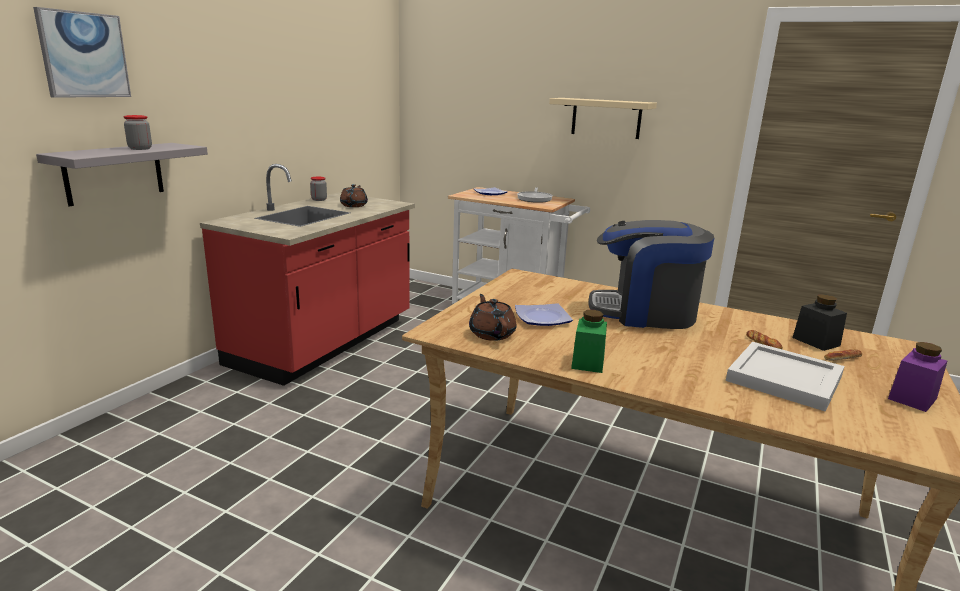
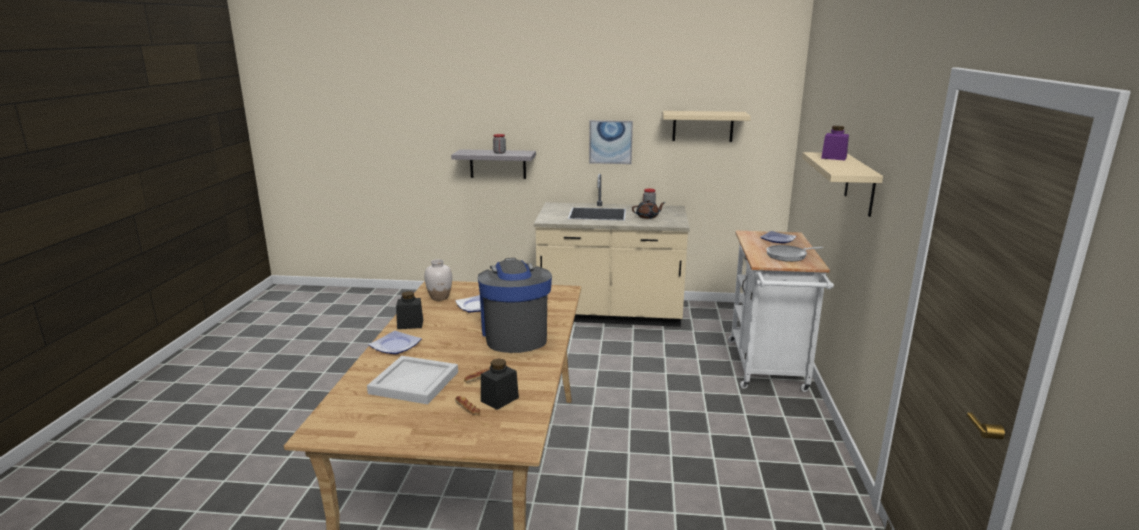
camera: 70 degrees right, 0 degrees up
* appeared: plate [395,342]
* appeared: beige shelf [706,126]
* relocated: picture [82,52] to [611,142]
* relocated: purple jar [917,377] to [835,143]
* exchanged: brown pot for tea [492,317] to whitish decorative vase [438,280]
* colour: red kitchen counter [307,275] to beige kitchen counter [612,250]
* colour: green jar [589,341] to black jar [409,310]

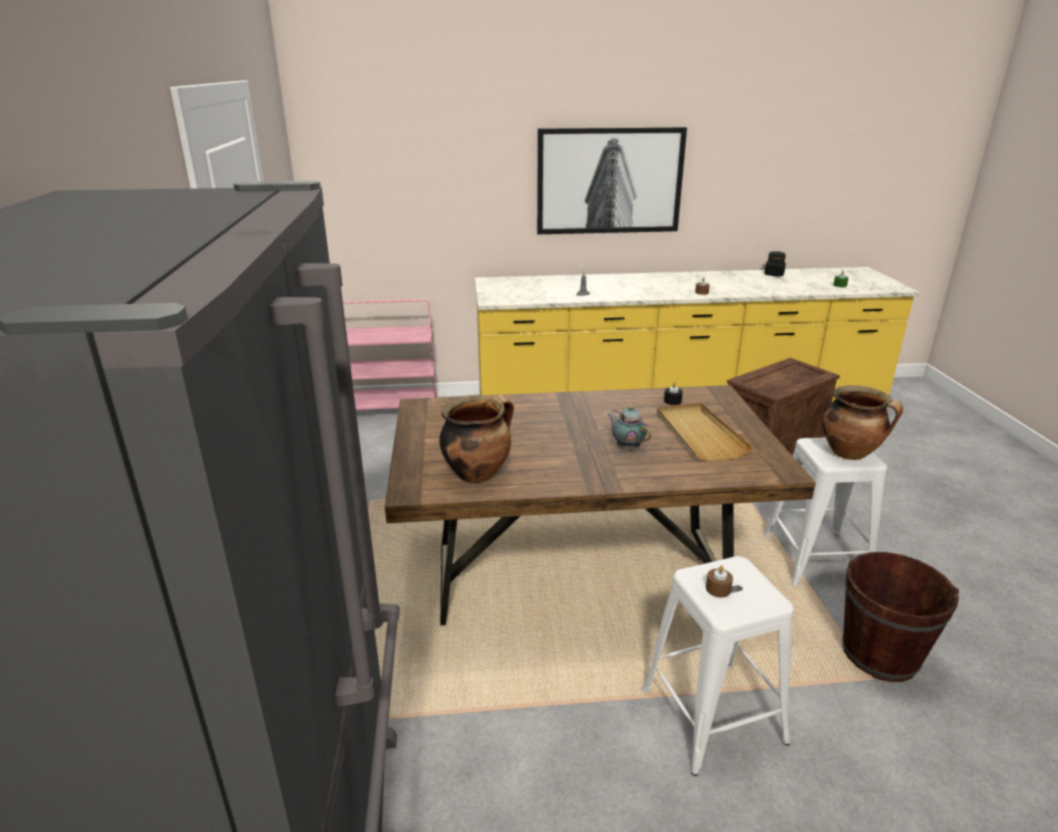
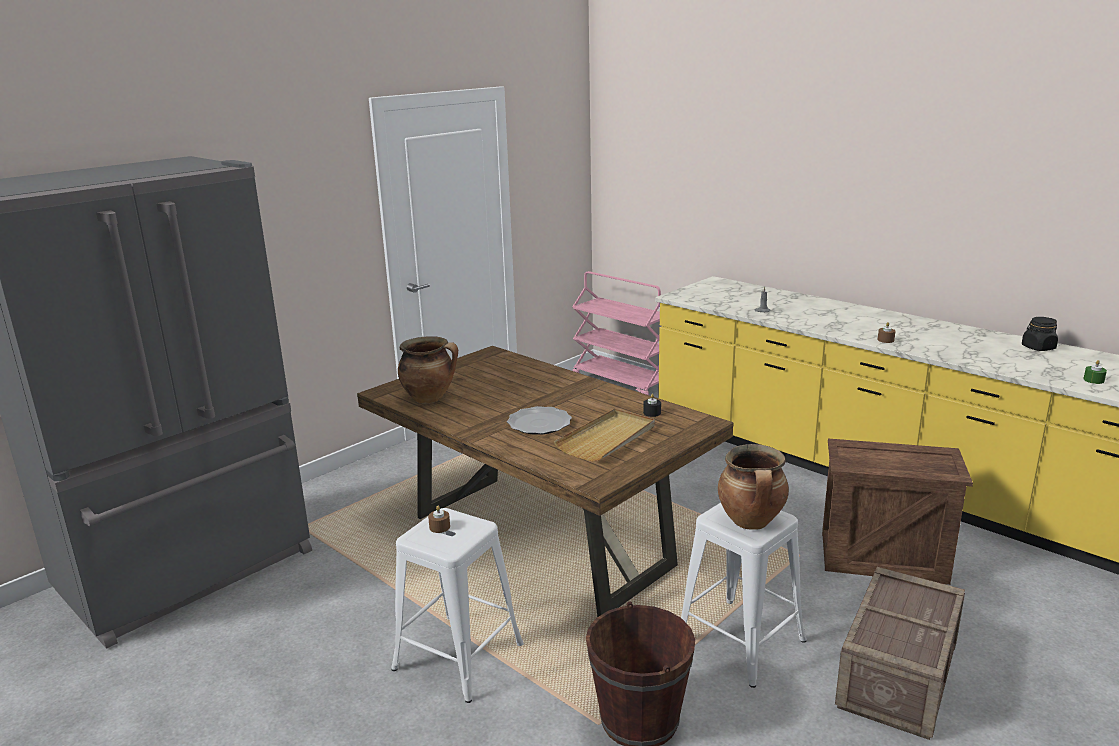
camera: 50 degrees right, 5 degrees down
* missing: picture [612,180]
* appeared: shipping crate [900,653]
* exchanged: pot for tea [629,428] to plate [539,420]

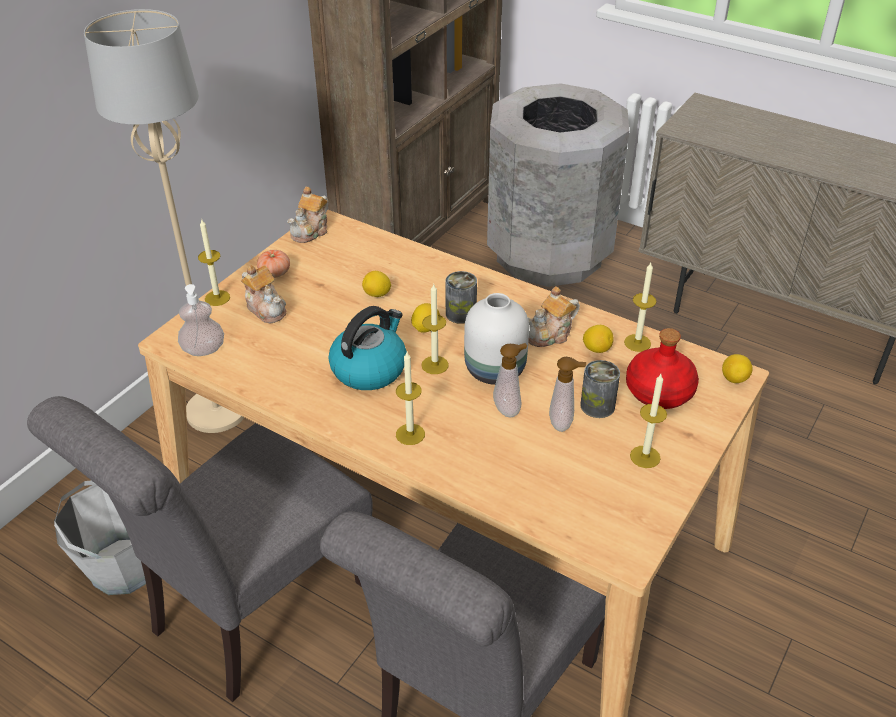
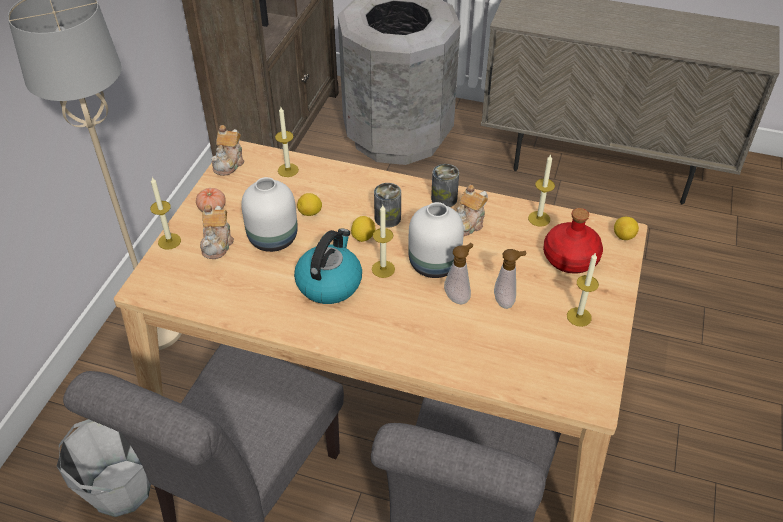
camera: 15 degrees left, 5 degrees up
* missing: liquid soap bottle [201,320]
* missing: lemon [598,339]
* appeared: whitish decorative vase [269,214]
* relocated: candle [410,398] to [287,142]
* relocated: metal can [600,389] to [445,185]
* spun: pot for tea [263,294] = [217,231] 60 degrees clockwise

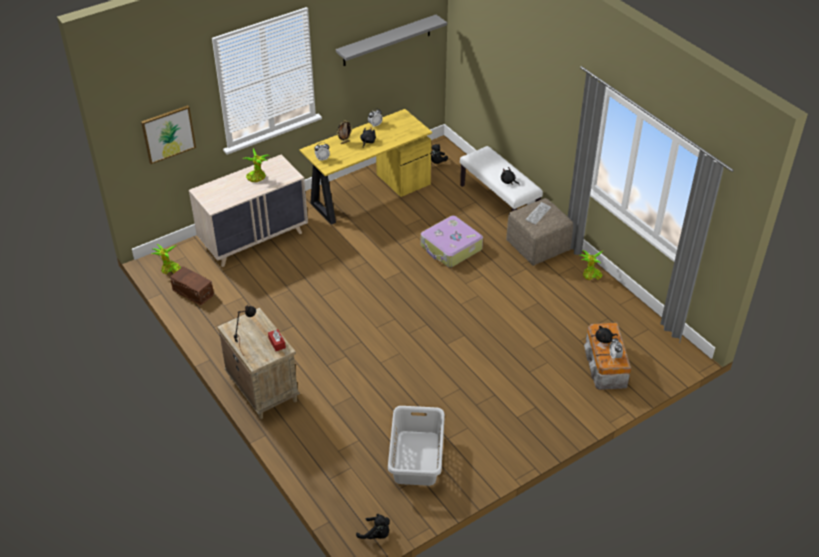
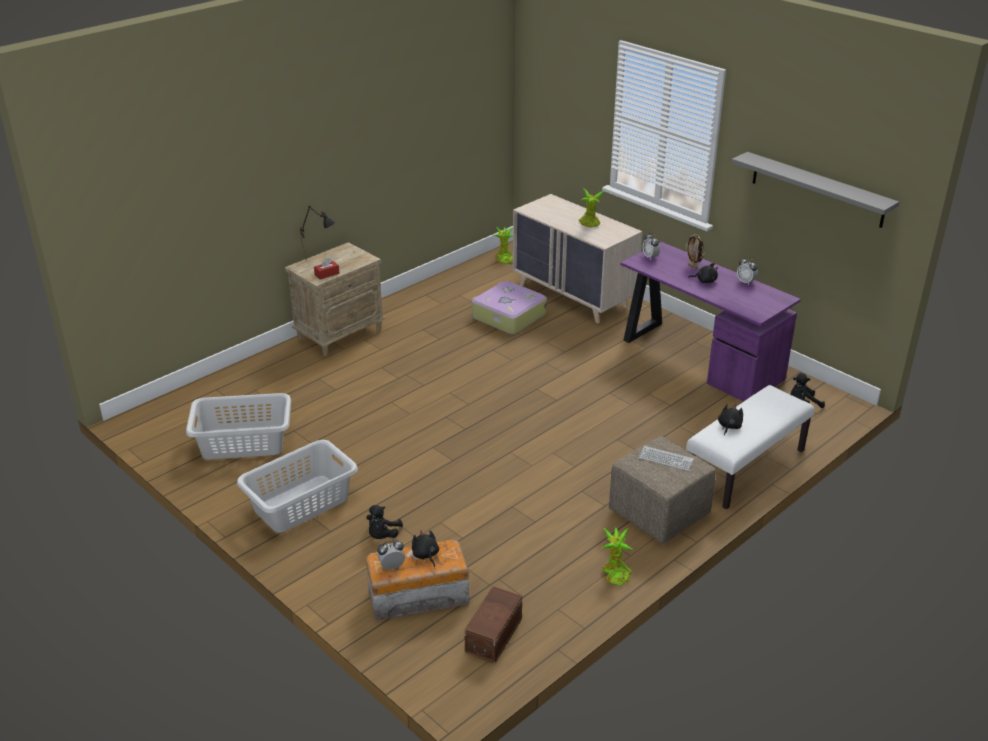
camera: 80 degrees right, 10 degrees down
* missing: picture [168,134]
* appeared: grey washing basket [297,486]
* relocated: brown storage container [192,286] to [493,625]
* relocated: black cuddly toy [373,526] to [384,522]
* relocated: piece of luggage [452,241] to [509,307]
* colour: yellowish desk table [365,167] to purple desk table [710,322]

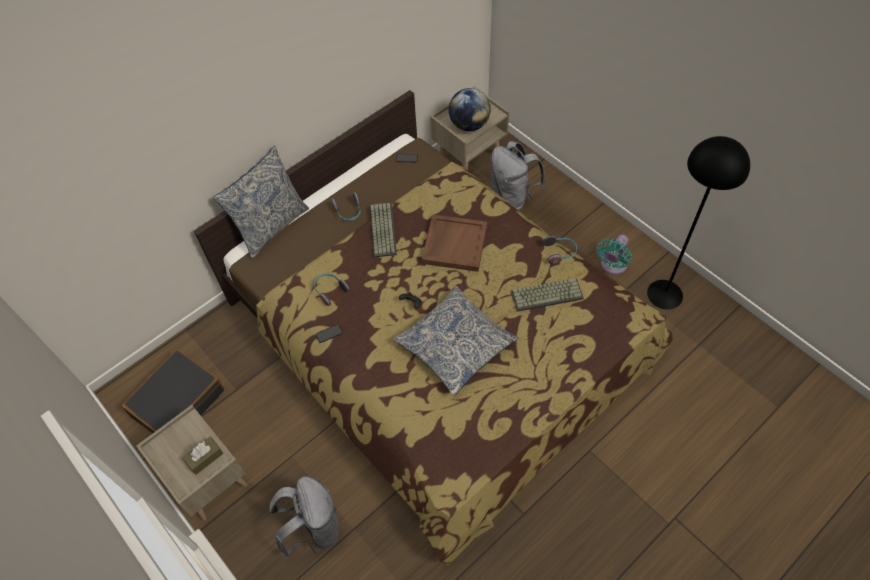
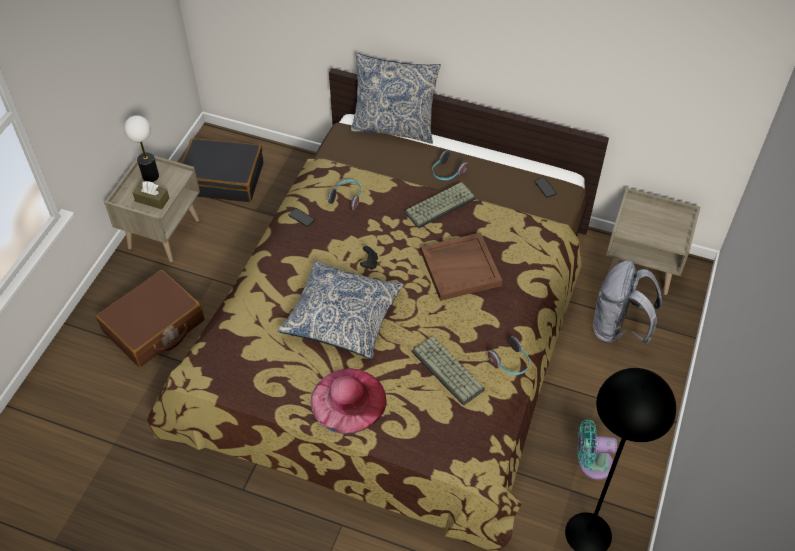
camera: 60 degrees right, 5 degrees down
* missing: globe [470,109]
* appeared: tabletop lamp [141,148]
* appeared: pink-coloured hat [349,401]
* exchanged: grey knapsack [304,517] to brown piece of luggage [150,318]

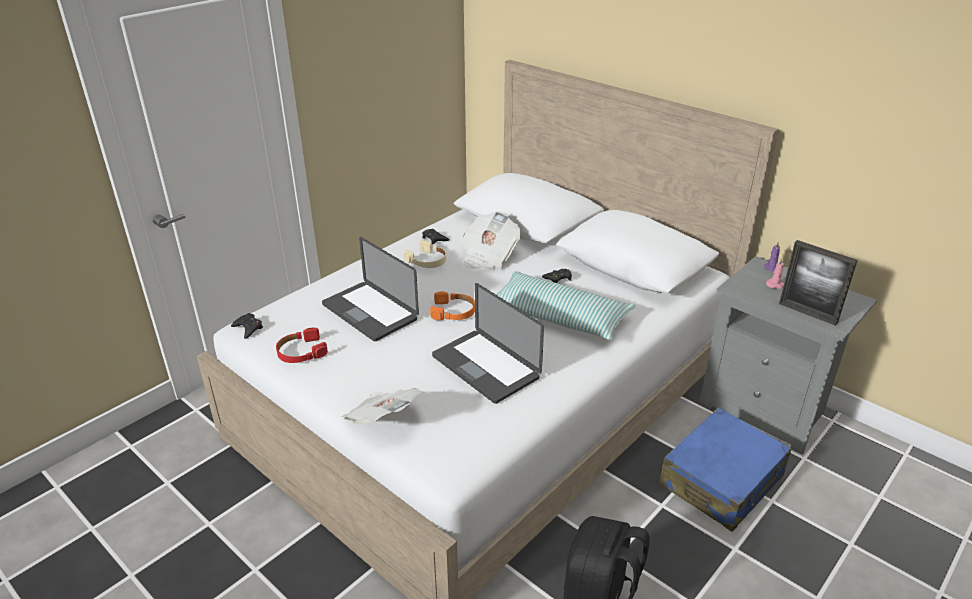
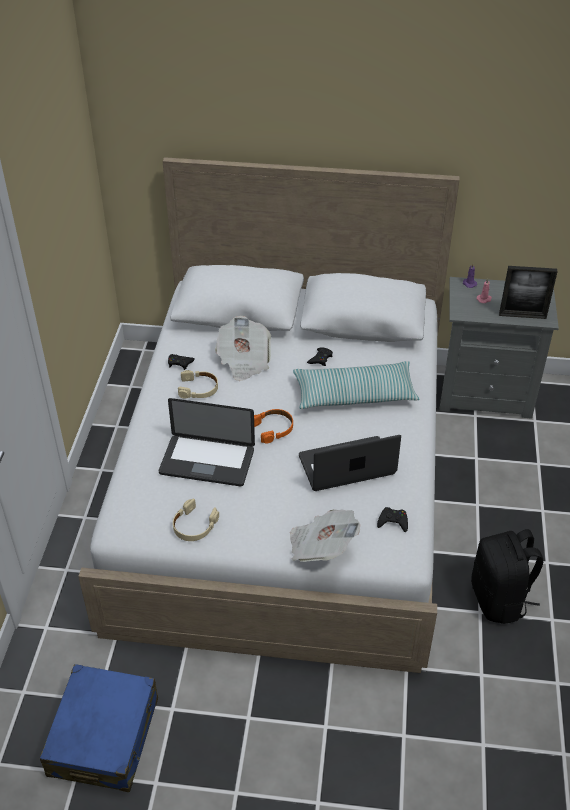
camera: 35 degrees left, 10 degrees up
* relocated: black joypad [247,326] to [392,519]
* relocated: blue-coloured piece of luggage [725,469] to [99,728]
* colour: red headphones [302,345] to beige headphones [196,519]
* spun: laptop [488,343] = [350,463] 150 degrees clockwise

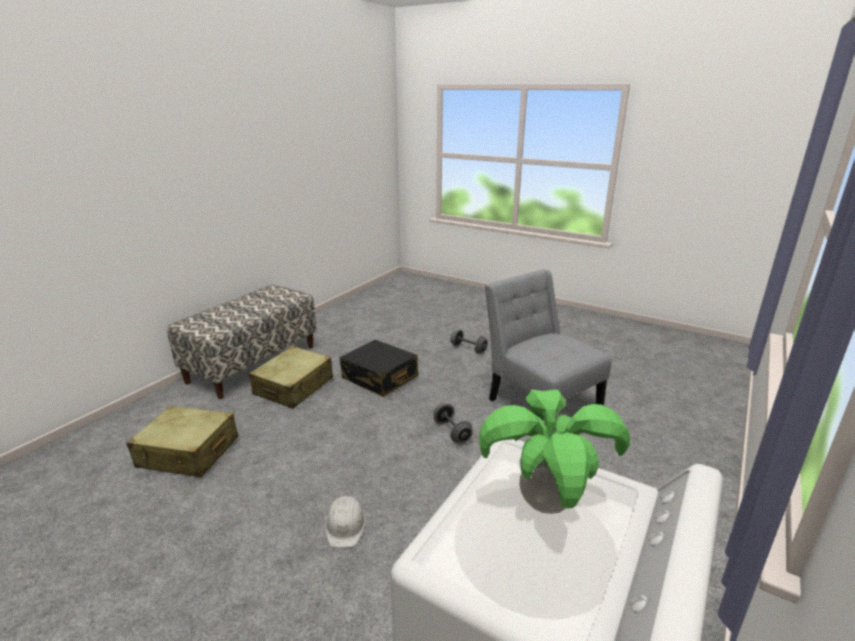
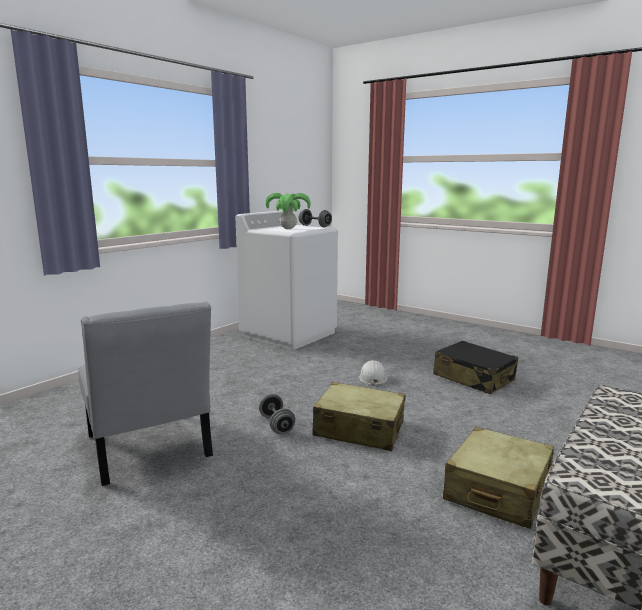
camera: 175 degrees left, 10 degrees down
* relocated: beige piece of luggage [182,441] to [359,416]
* relocated: black piece of luggage [379,368] to [475,367]
* relocated: grey hand weight [469,341] to [315,218]

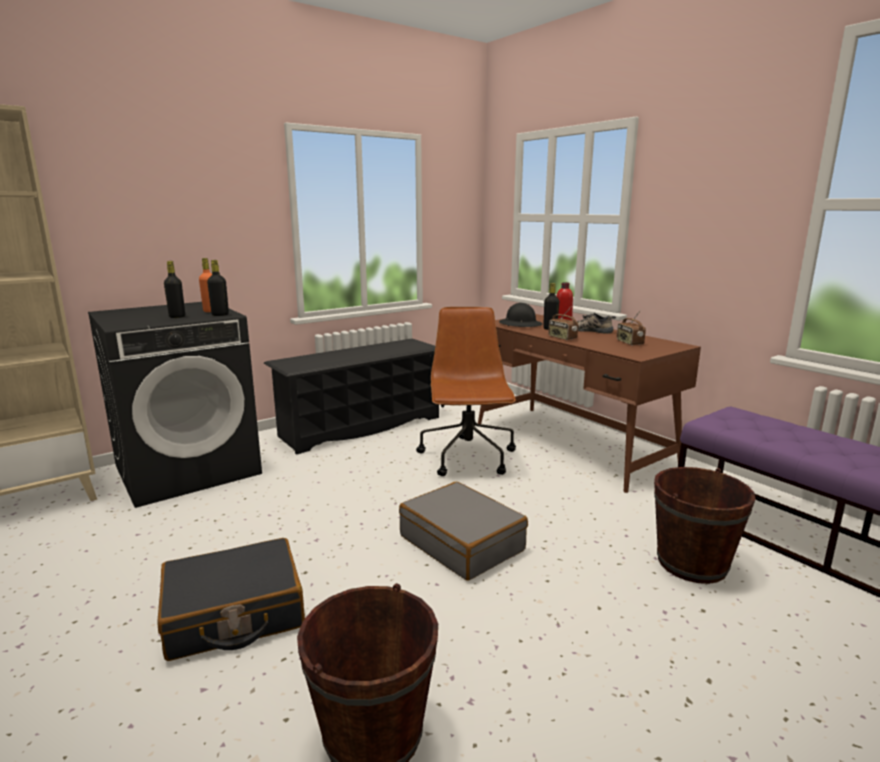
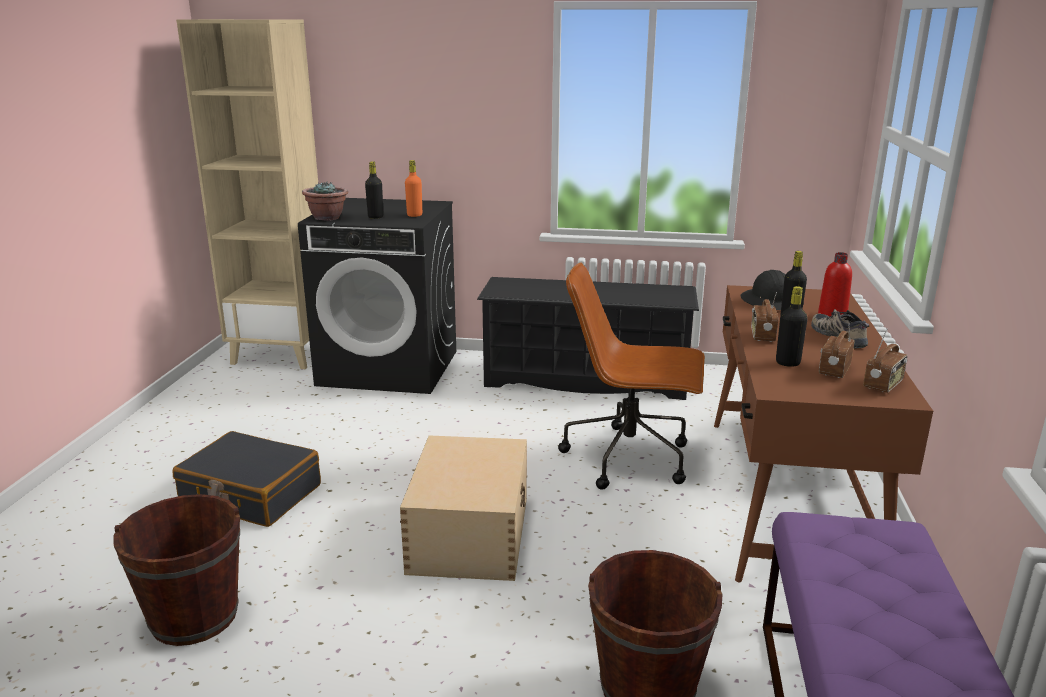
camera: 45 degrees right, 5 degrees up
* appeared: potted plant [325,201]
* appeared: radio set [885,361]
* relocated: black beverage bottle [218,288] to [792,326]
* exchanged: grey piece of luggage [463,531] to beige storage container [463,508]
* spun: brown office chair [466,391] = [631,376] 120 degrees counterclockwise

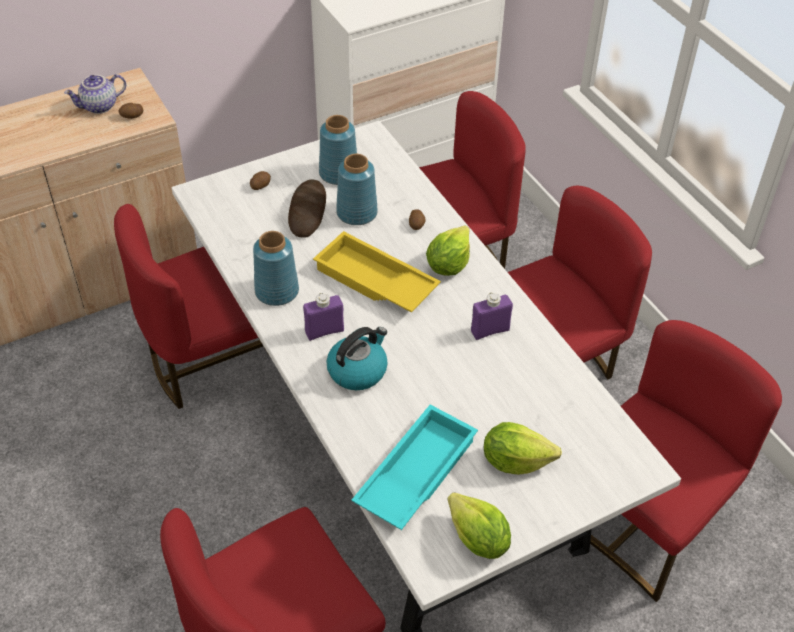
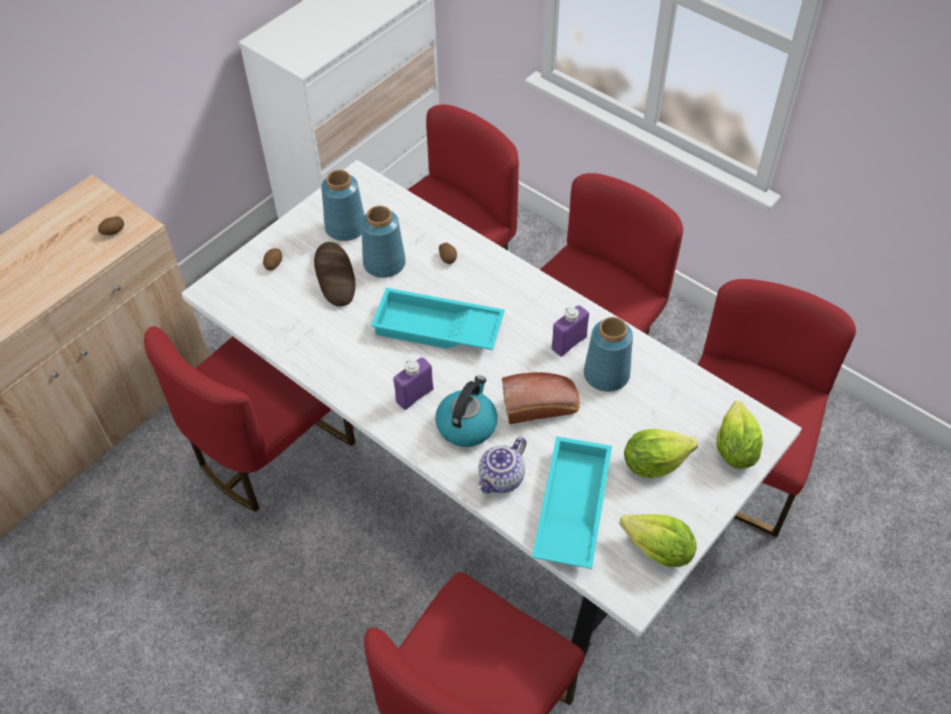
camera: 20 degrees left, 5 degrees up
* appeared: baked bread [541,398]
* relocated: pot for tea [95,94] to [501,465]
* relocated: blue-coloured decorative vase [276,268] to [608,354]
* relocated: lettuce head [448,250] to [739,435]
* colour: yellowish carrying tray [377,271] to turquoise carrying tray [438,319]

